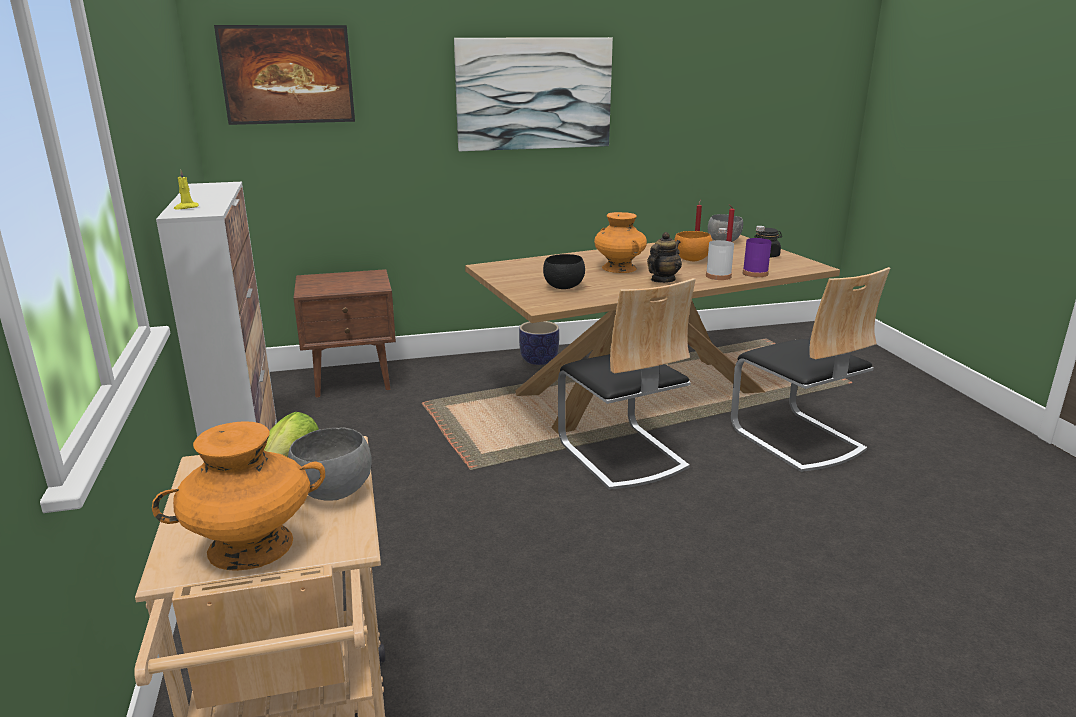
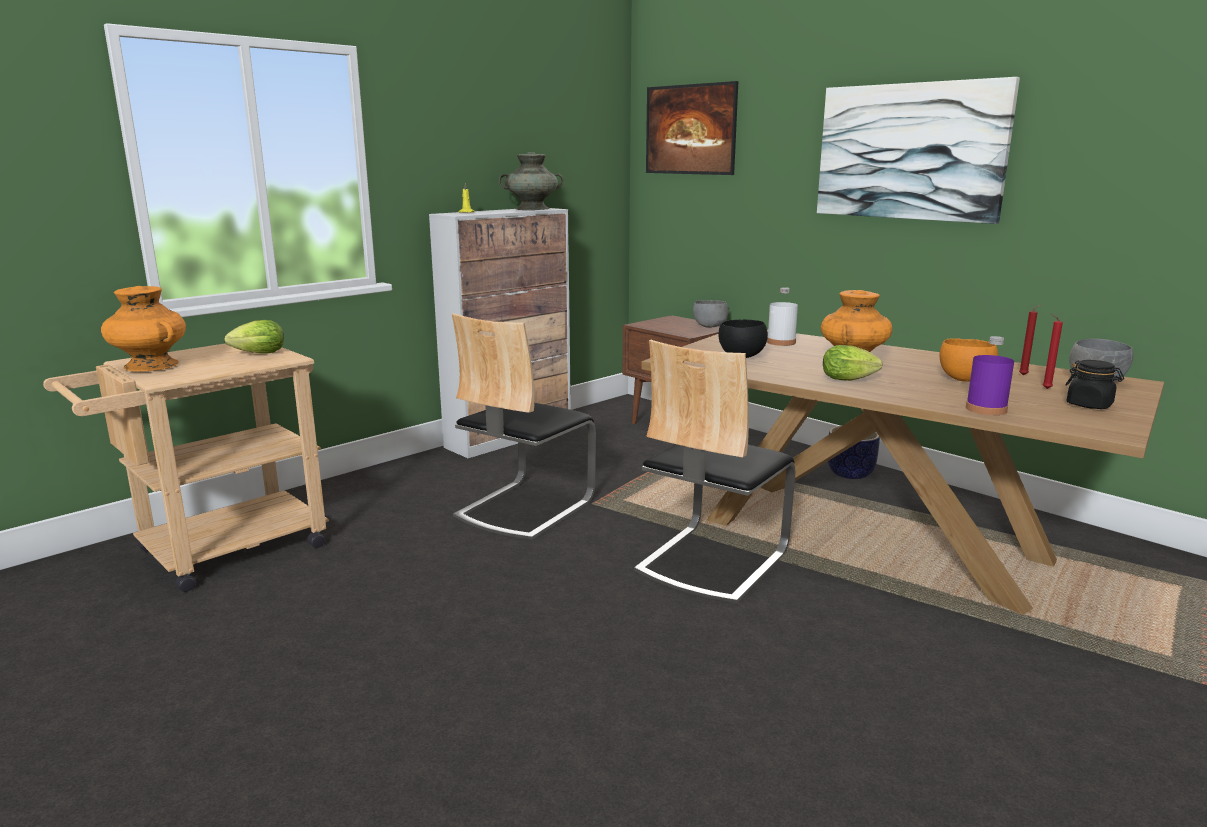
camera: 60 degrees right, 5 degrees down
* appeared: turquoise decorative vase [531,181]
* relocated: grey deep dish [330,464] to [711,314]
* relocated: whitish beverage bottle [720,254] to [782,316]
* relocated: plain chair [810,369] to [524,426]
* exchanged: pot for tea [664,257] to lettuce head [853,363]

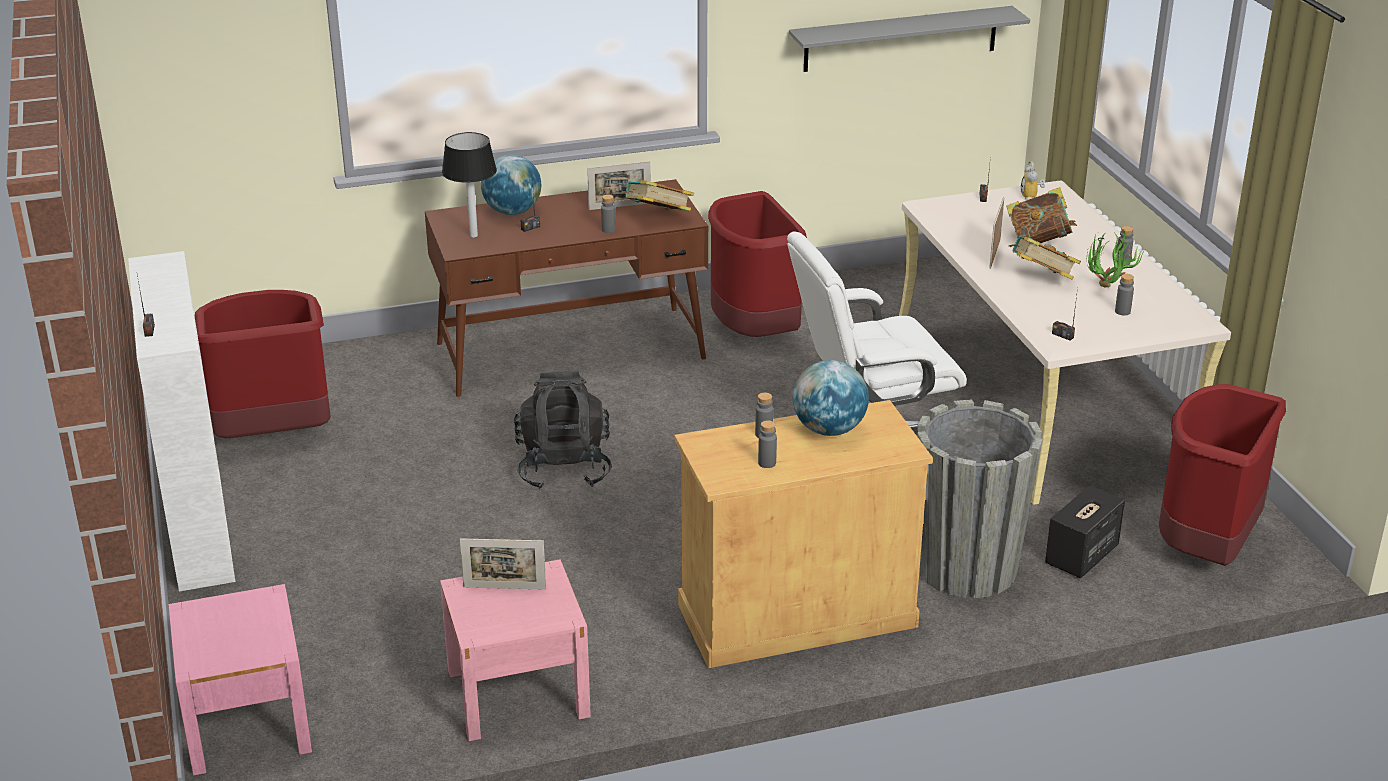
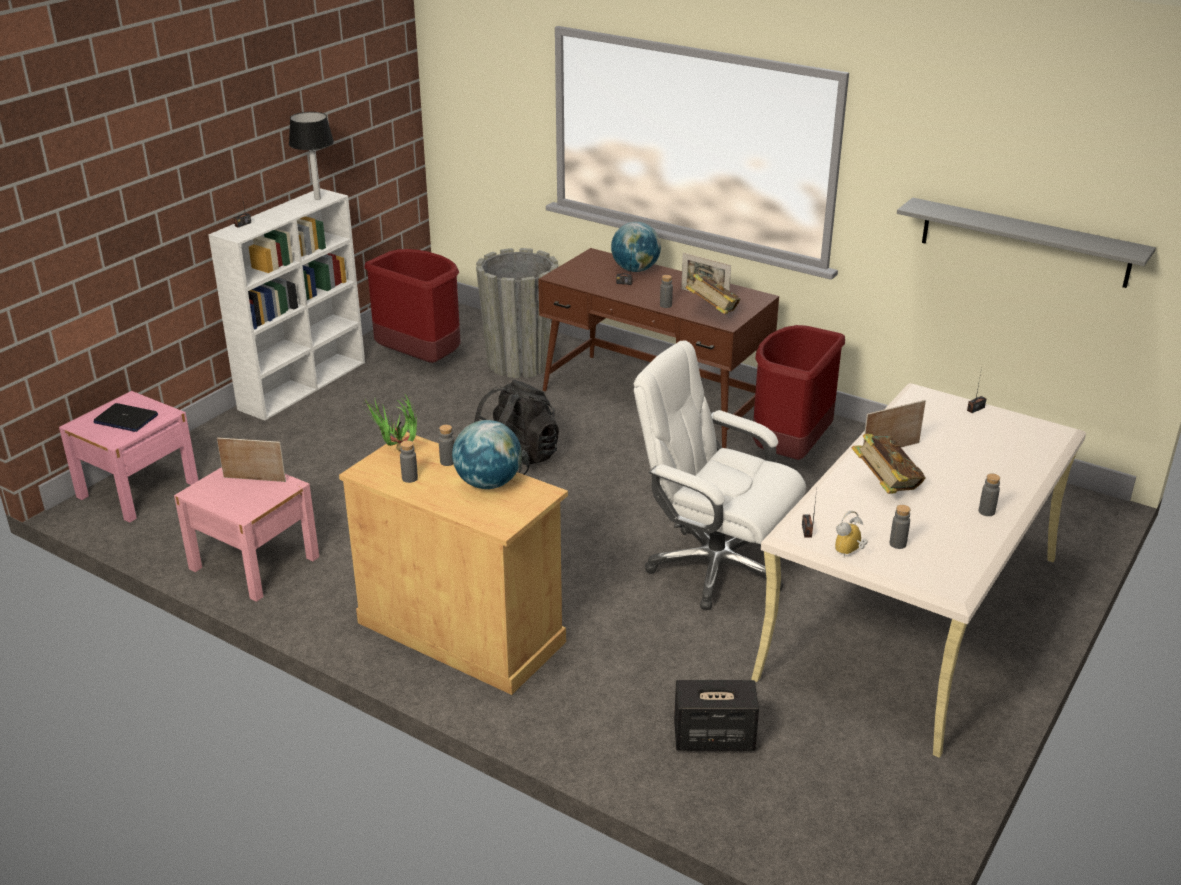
camera: 50 degrees right, 0 degrees up
* missing: volume [1041,215]
* missing: red waste bin [1222,475]
* appeared: laptop [125,417]
* relocated: tabletop lamp [469,185] to [311,156]
* relocated: grey plant pot [980,498] to [517,313]
* relocated: bedside clock [1033,180] to [851,534]
* relocated: potted plant [1116,259] to [390,423]
* spun: picture frame [503,564] = [251,459] 135 degrees clockwise

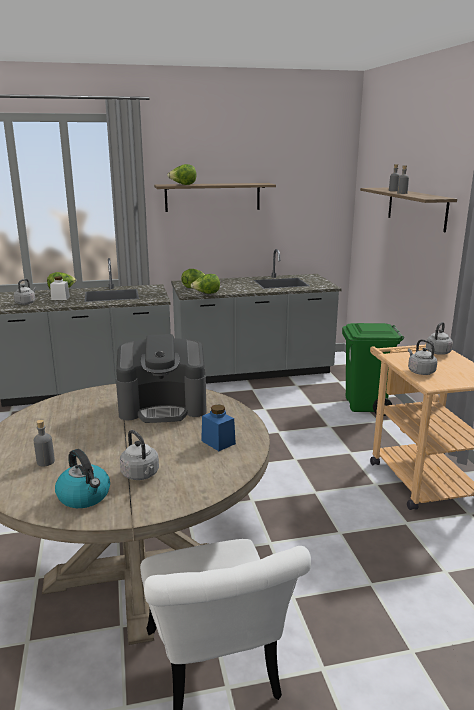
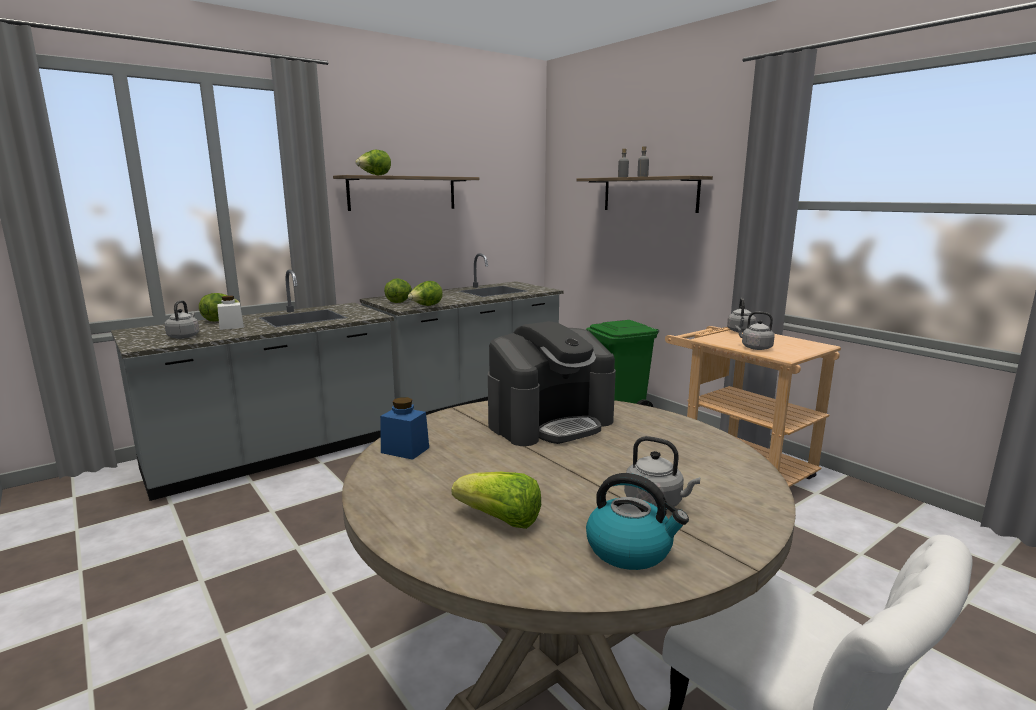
camera: 25 degrees left, 5 degrees down
* relocated: blue-coloured jar [218,427] to [404,428]
* exchanged: grey beverage bottle [44,443] to lettuce head [496,500]

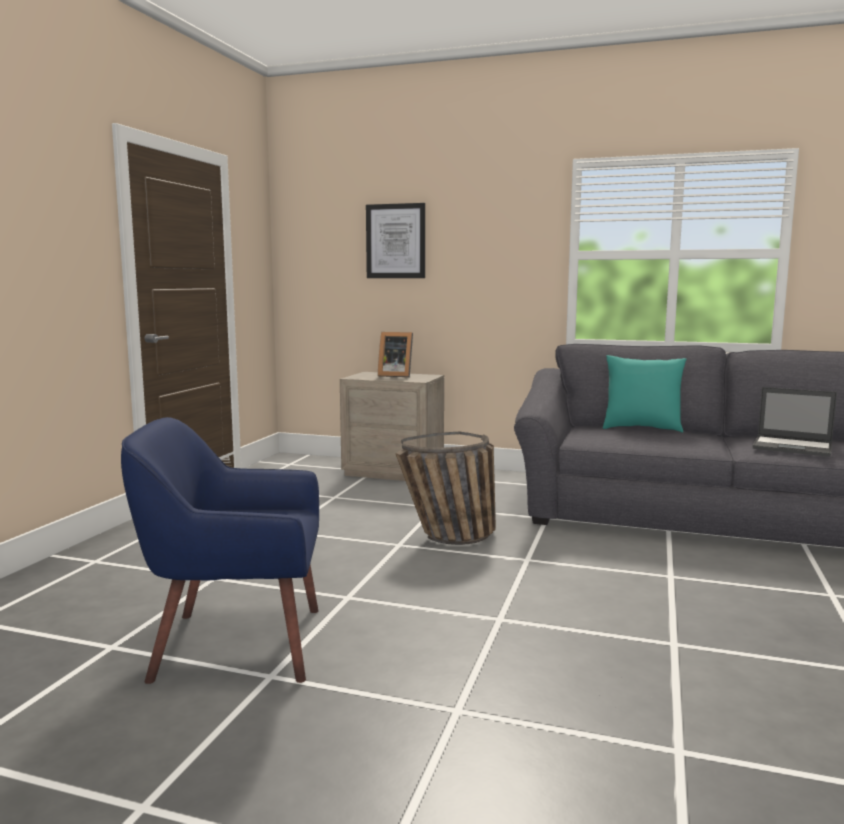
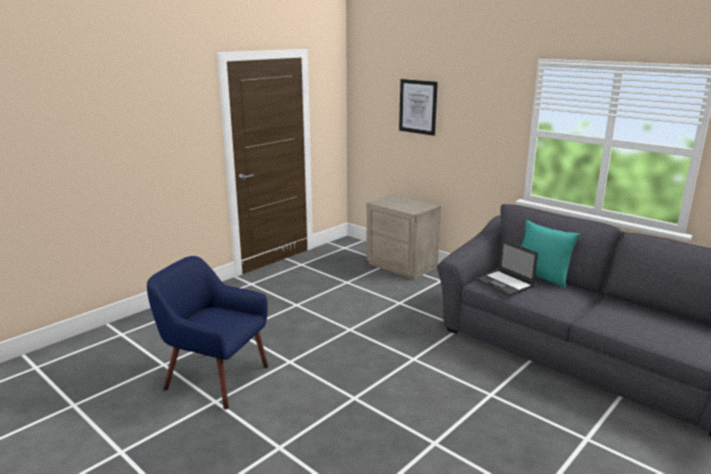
camera: 25 degrees right, 10 degrees up
* missing: picture frame [395,354]
* missing: storage basket [445,488]
* relocated: laptop [794,422] to [506,267]

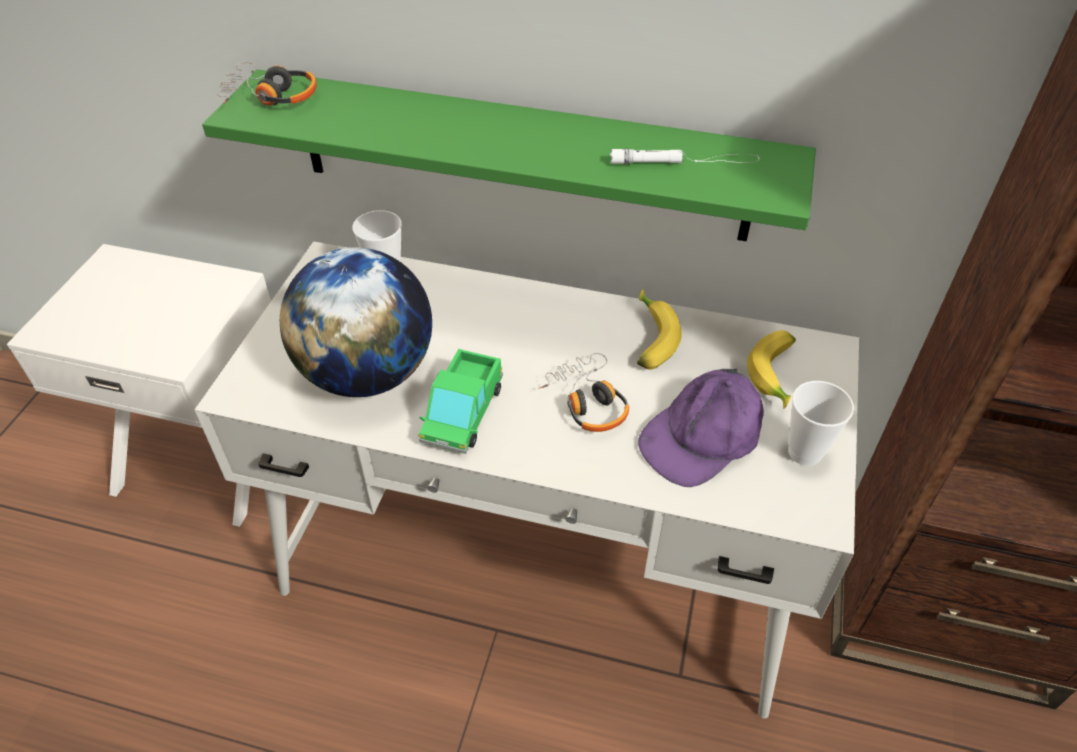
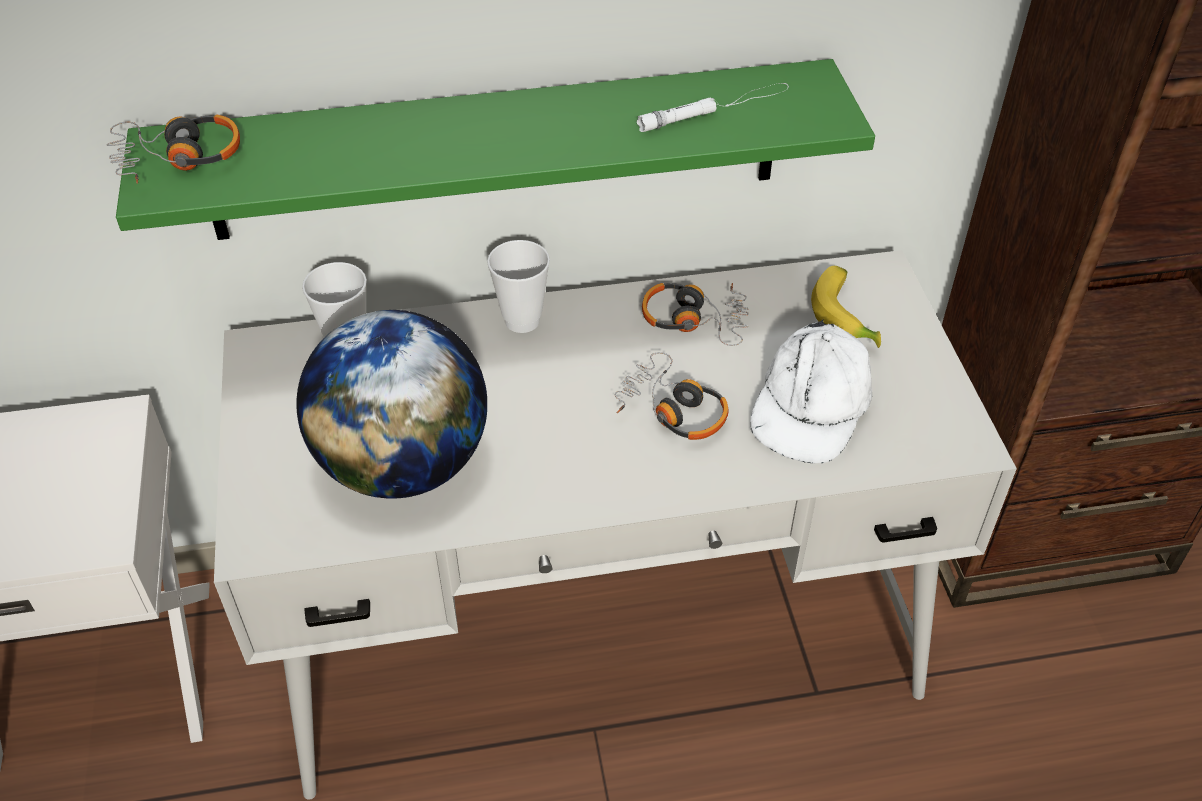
camera: 25 degrees left, 0 degrees up
* missing: toy truck [460,401]
* relocated: cup [821,423] to [518,286]
* exchanged: whole banana [659,329] to headphones [695,314]
* colour: purple baseball cap [701,427] to whitish baseball cap [811,391]

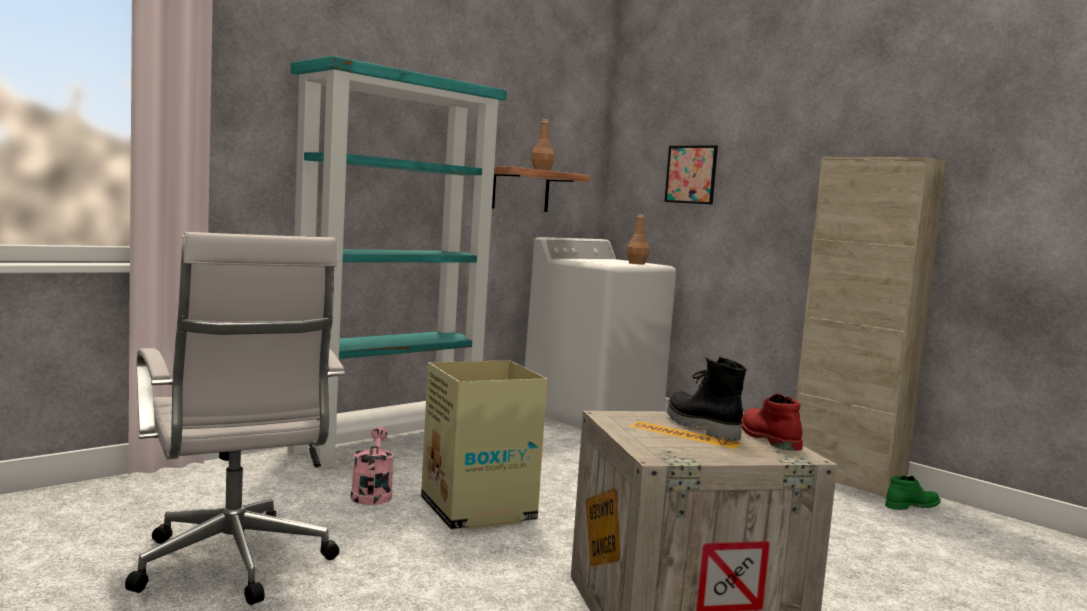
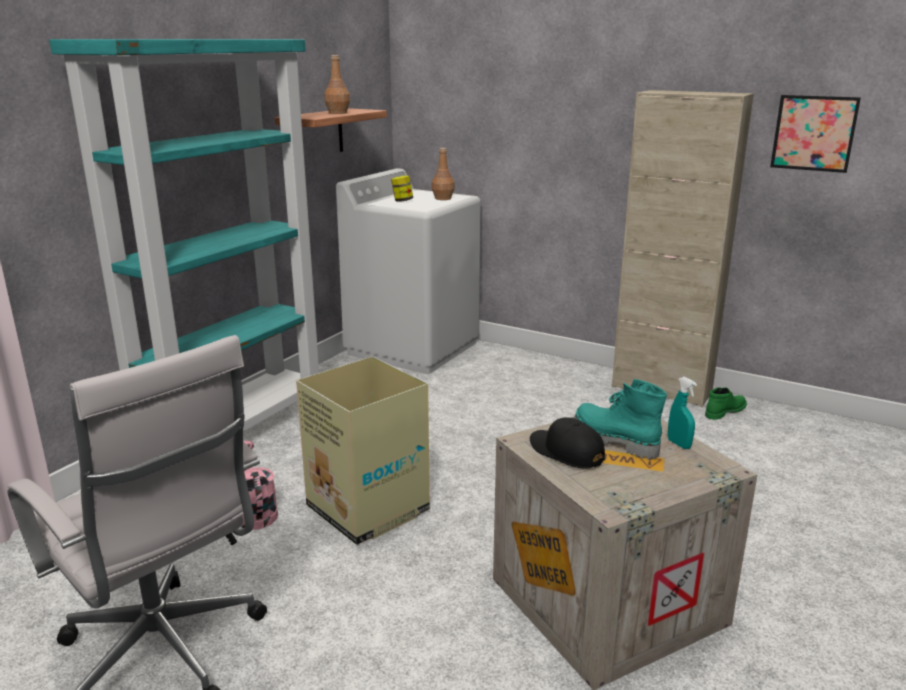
camera: 15 degrees left, 15 degrees up
* appeared: jar [402,188]
* appeared: black baseball cap [567,442]
* relocated: picture [691,175] to [815,134]
* exchanged: red high-top boot [772,422] to turquoise spray bottle [682,413]
* colour: black high-top boot [706,399] to turquoise high-top boot [620,419]

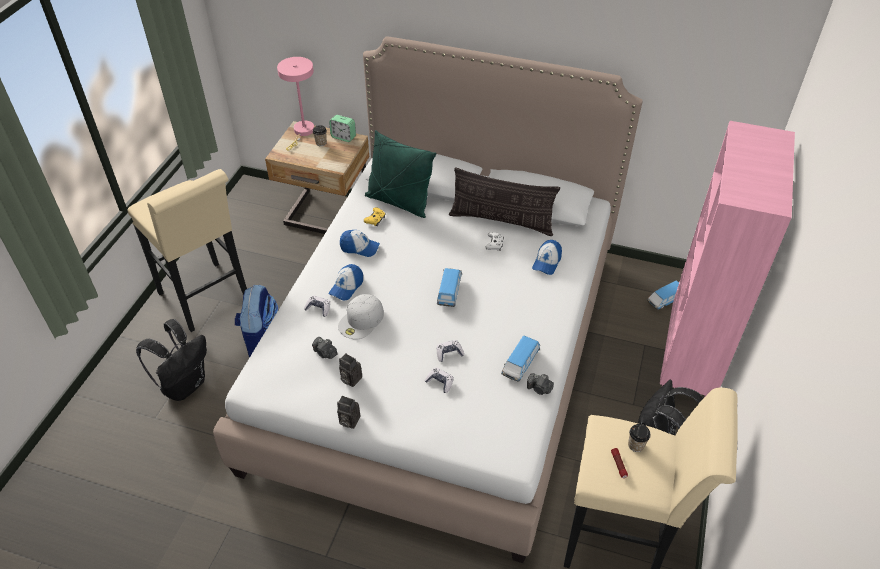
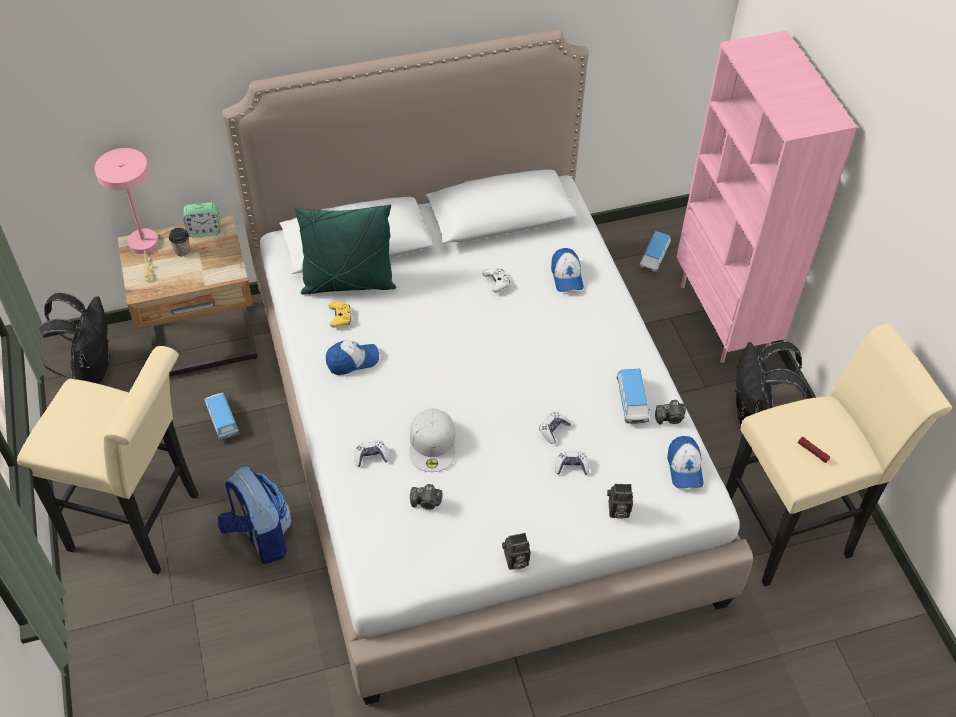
camera: 35 degrees left, 5 degrees up
* missing: pillow [504,201]
* missing: cup [639,438]
* relocated: black knapsack [171,360] to [74,338]
* relocated: baseball cap [346,282] to [685,462]
* relocated: still camera [350,370] to [620,501]
* relocated: miniature car [449,287] to [222,417]

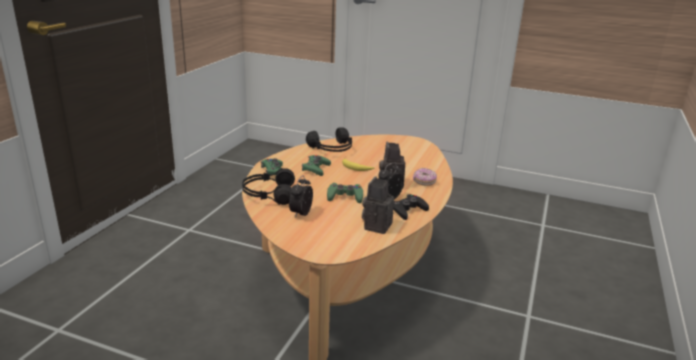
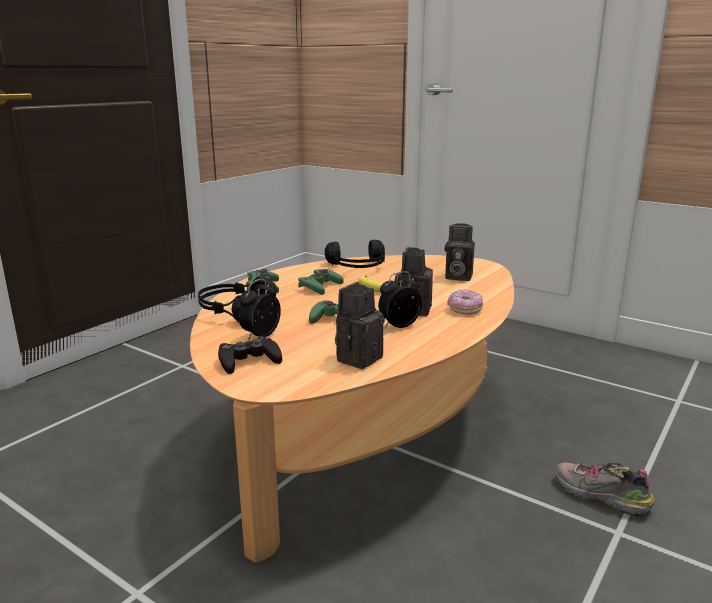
camera: 15 degrees right, 5 degrees down
* appeared: still camera [460,252]
* appeared: item of footwear [605,489]
* relocated: black joypad [411,207] to [250,355]

